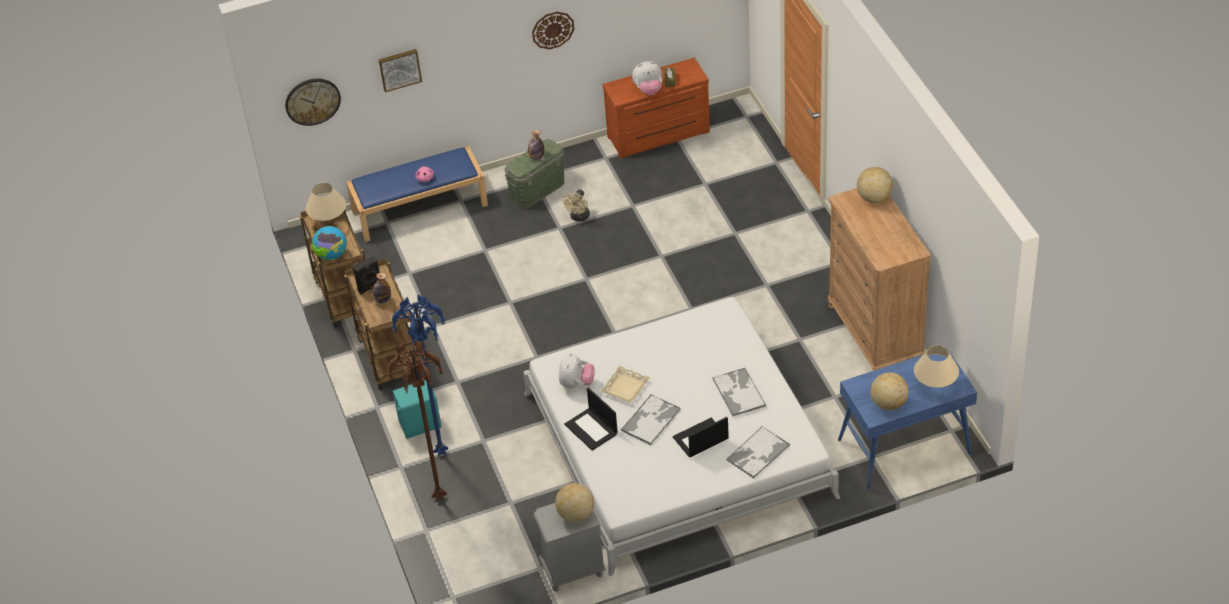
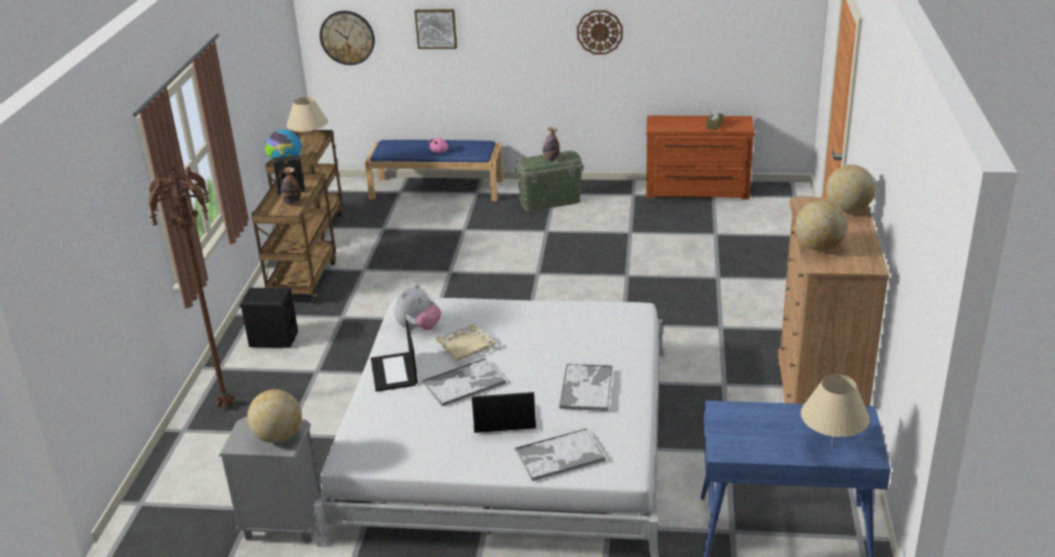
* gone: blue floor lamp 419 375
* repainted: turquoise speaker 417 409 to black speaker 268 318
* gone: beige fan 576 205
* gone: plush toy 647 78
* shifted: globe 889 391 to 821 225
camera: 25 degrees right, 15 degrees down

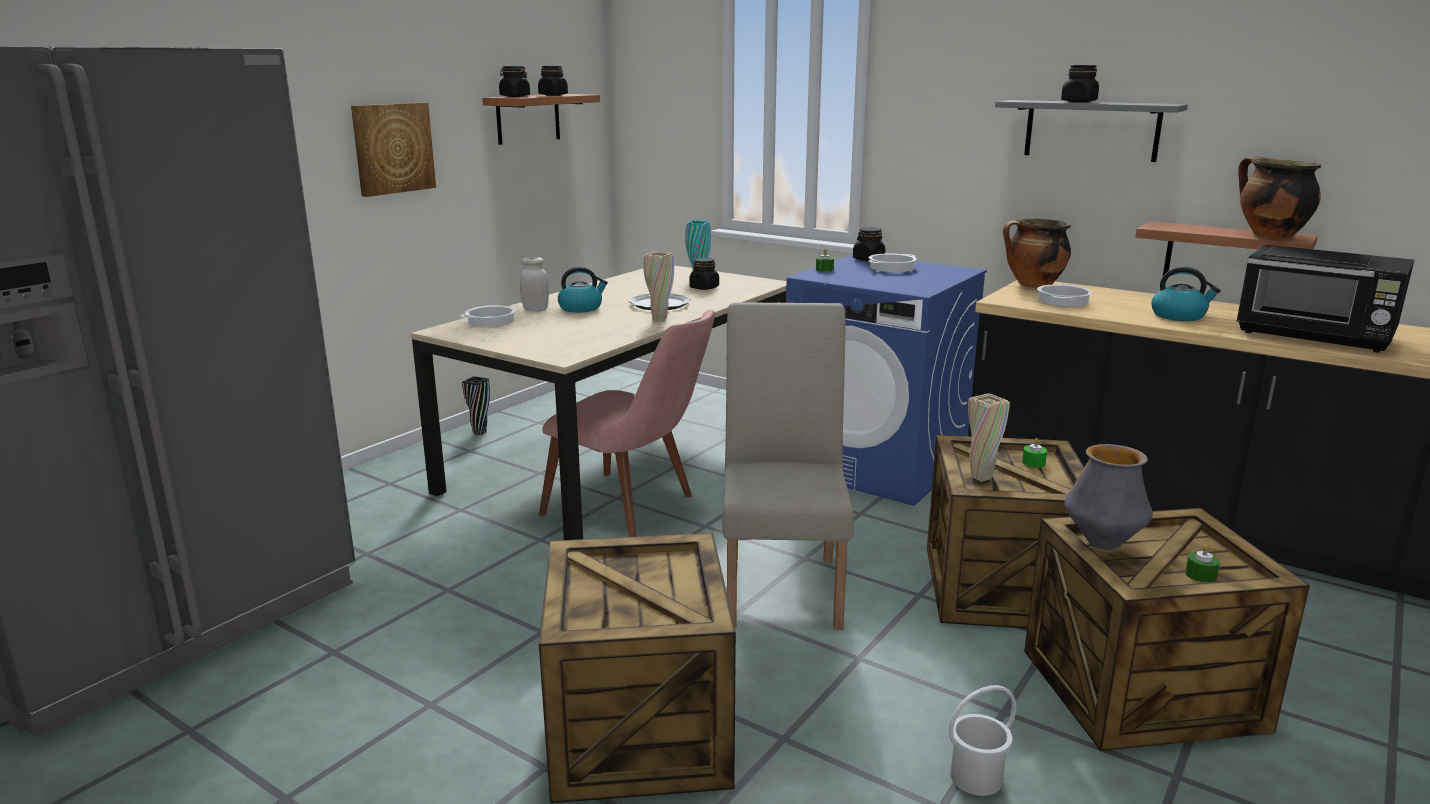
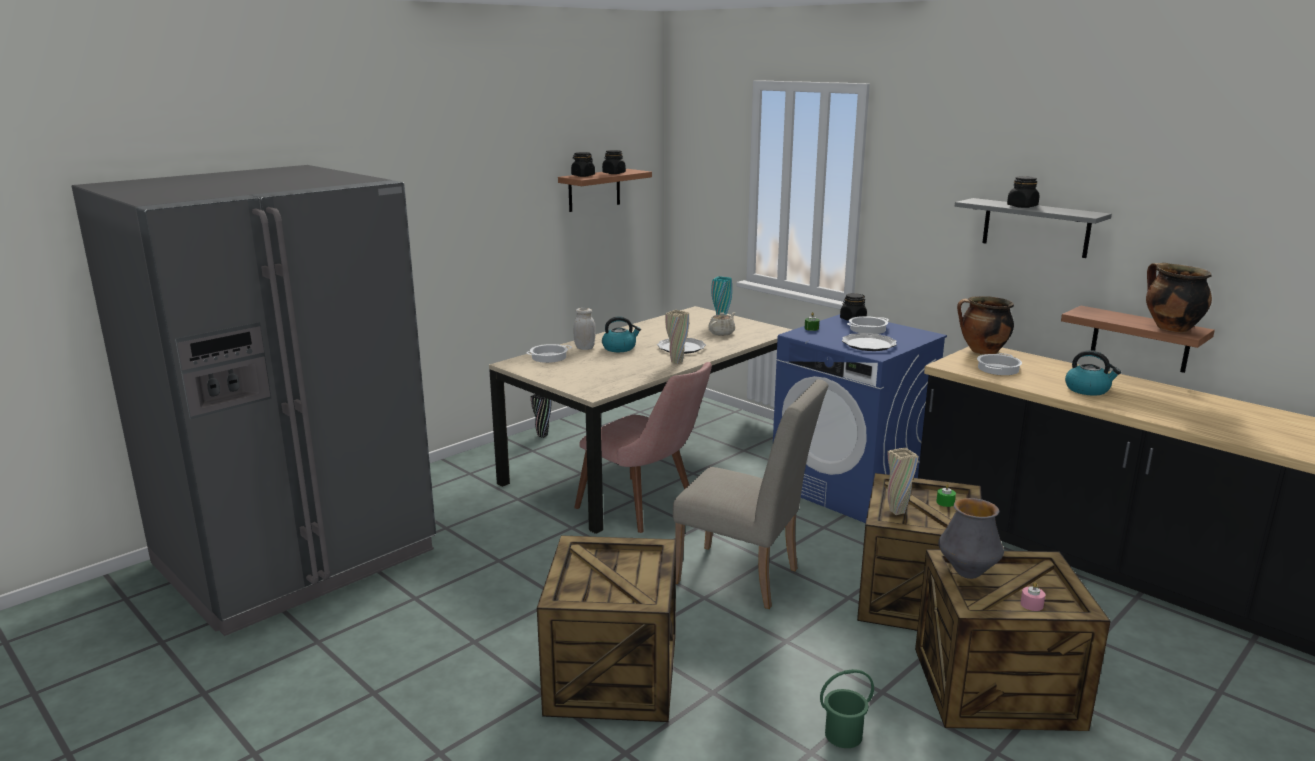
* gone: picture 393 149
* swapped: black jar 704 274 to beige teapot 721 324
* rotated: beige chair 788 466 = 750 494 105 degrees clockwise
* repainted: white bucket 982 740 to green bucket 847 708
* repainted: green candle 1202 564 to pink candle 1032 596
* gone: black microwave 1325 298
* new: plate 869 342
camera: 10 degrees right, 0 degrees up

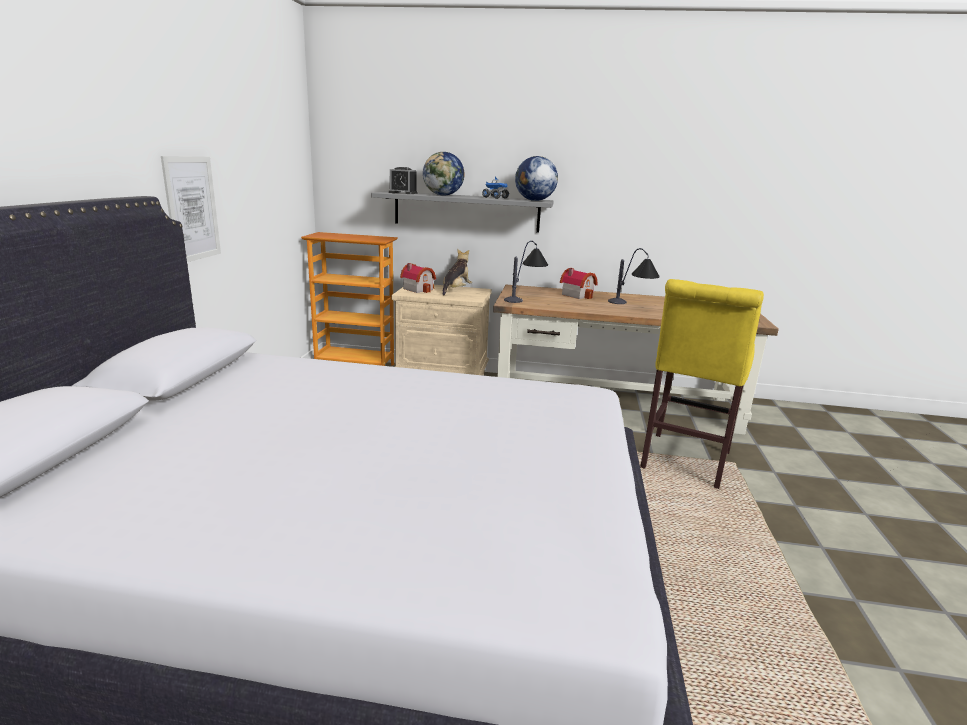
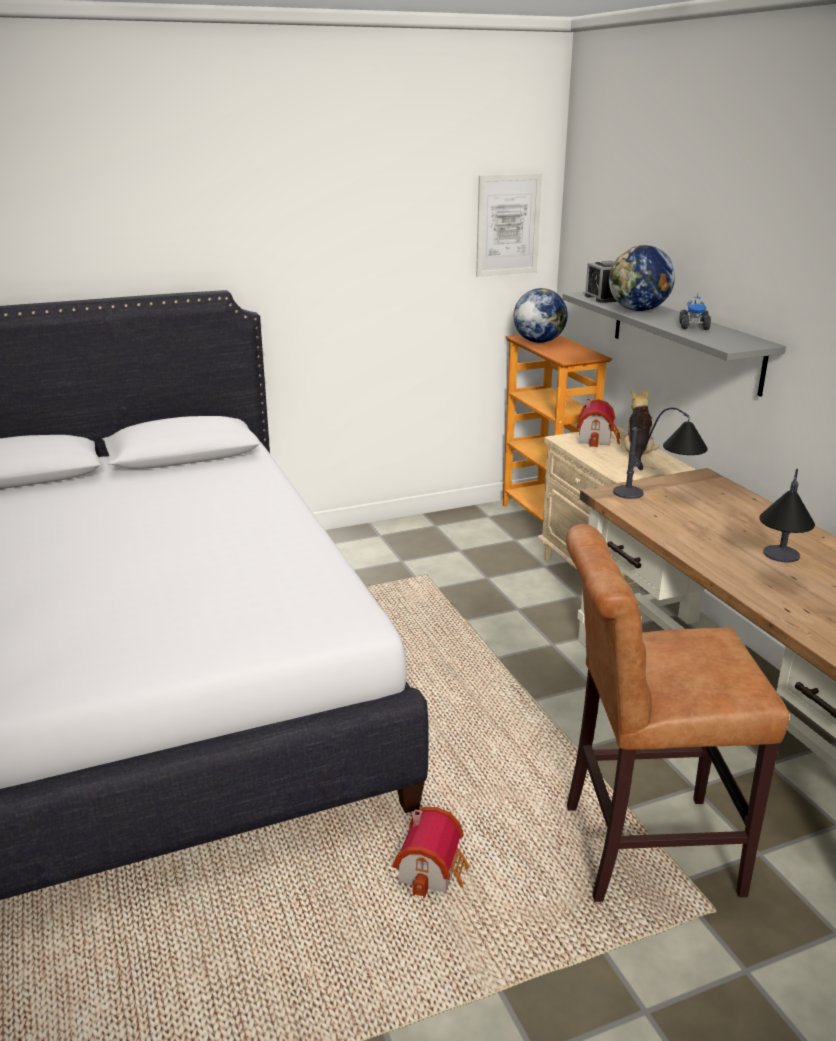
* shifted: picture 191 209 to 509 225
* rotated: plush toy 457 272 = 642 430 75 degrees counterclockwise
* shifted: globe 536 178 to 540 315
* shifted: toy house 579 283 to 431 852
* repainted: yellow stool 702 384 to brown stool 677 713
camera: 60 degrees right, 5 degrees up

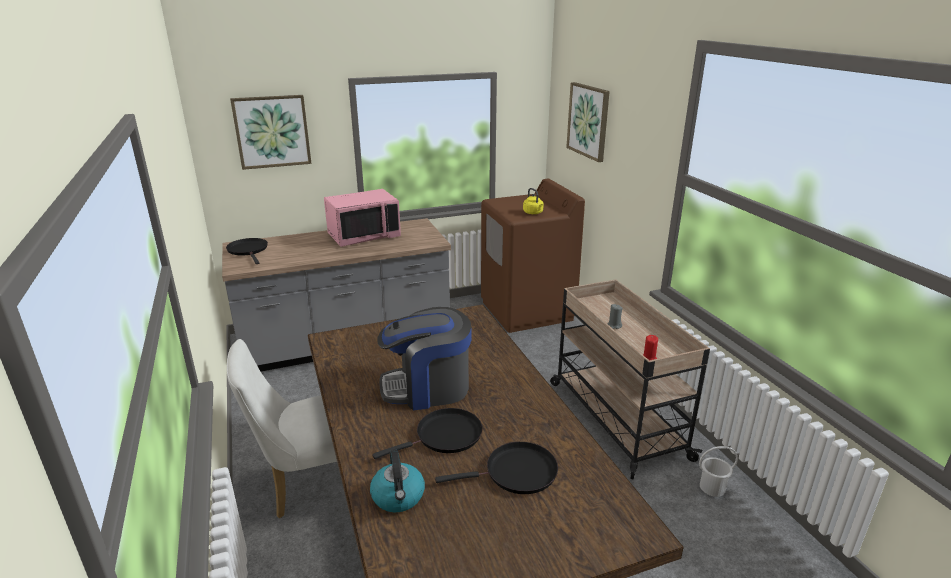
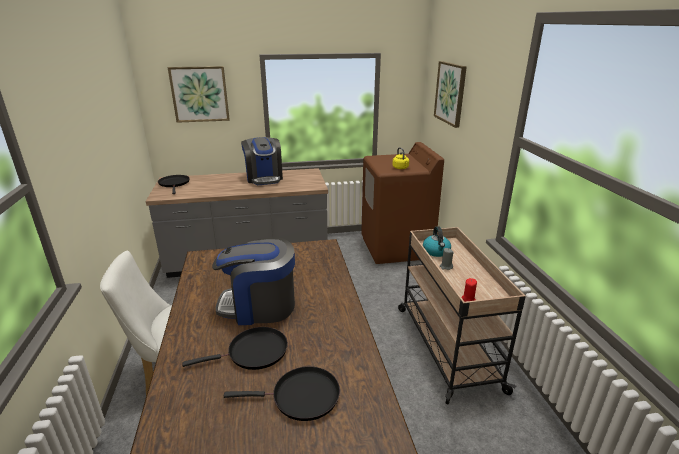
* swapped: pink microwave 362 218 to coffee machine 262 161
* shifted: kettle 397 481 to 437 241
* gone: white bucket 718 471
camera: 10 degrees right, 0 degrees up

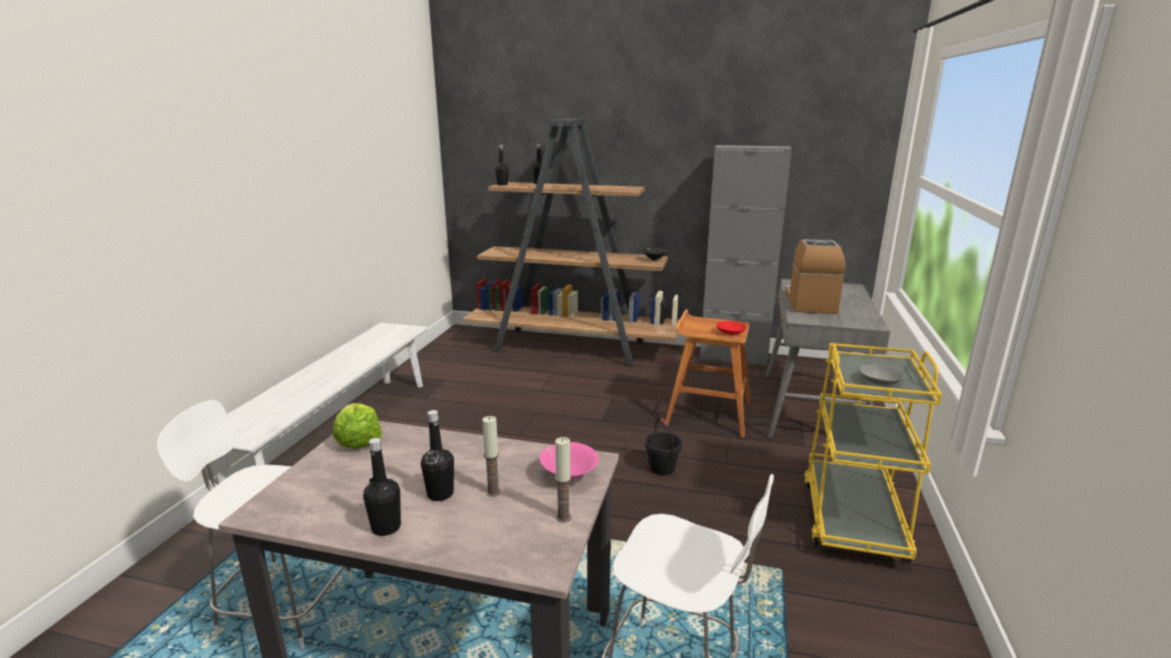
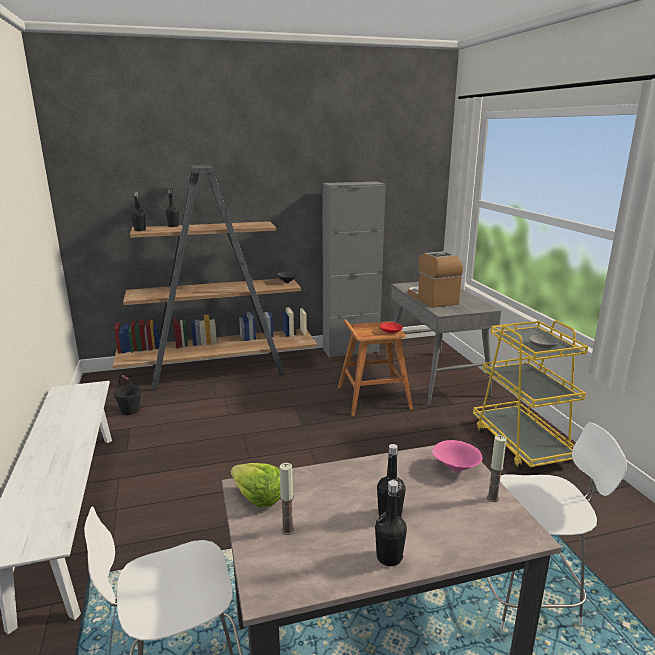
* shifted: candle 491 456 to 286 499
* shifted: black bucket 663 446 to 127 395
camera: 30 degrees left, 0 degrees up

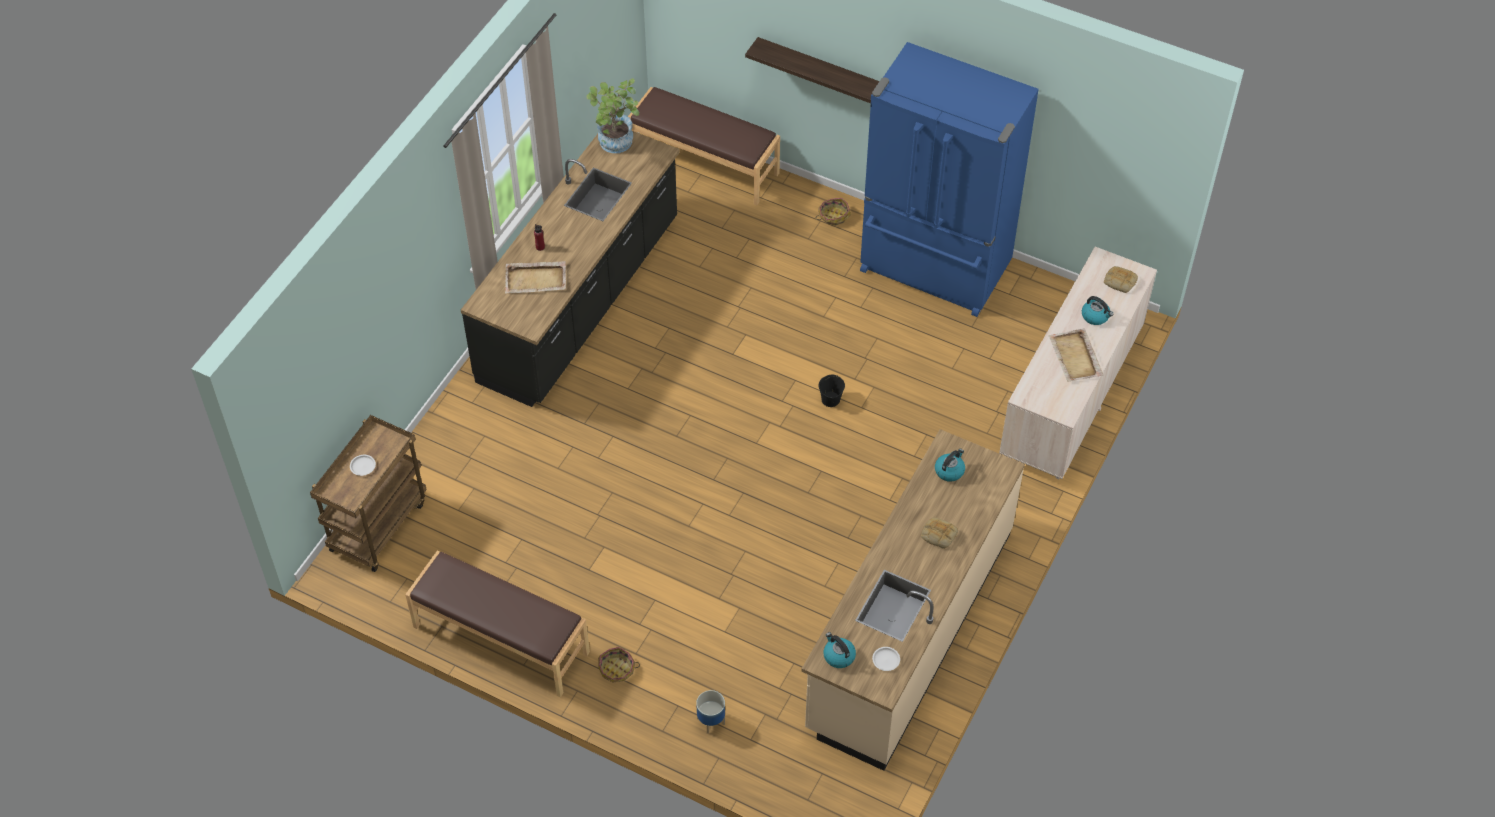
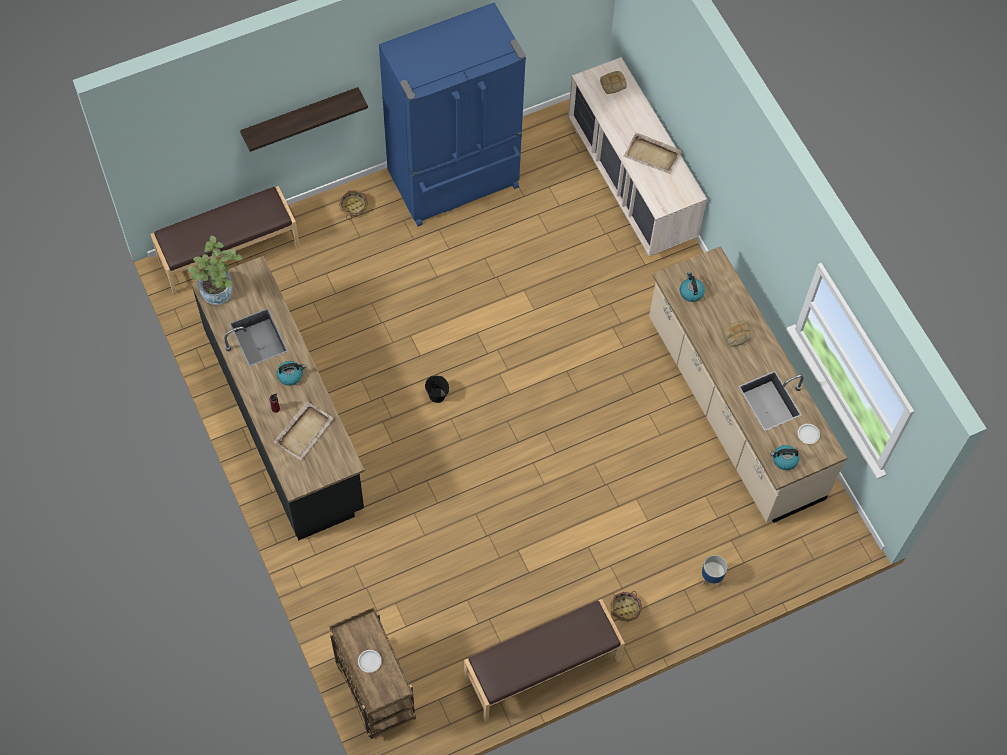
* shifted: black bucket 831 390 to 437 389
* shifted: kettle 1097 310 to 291 373
camera: 55 degrees left, 10 degrees up

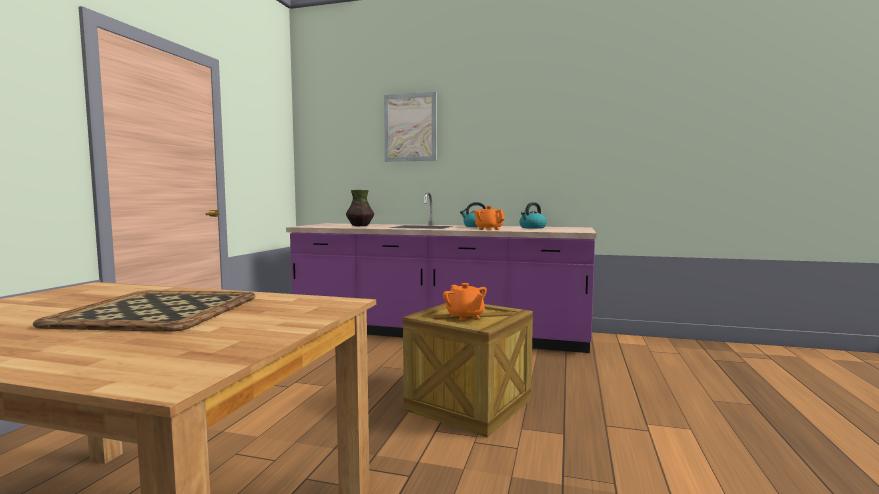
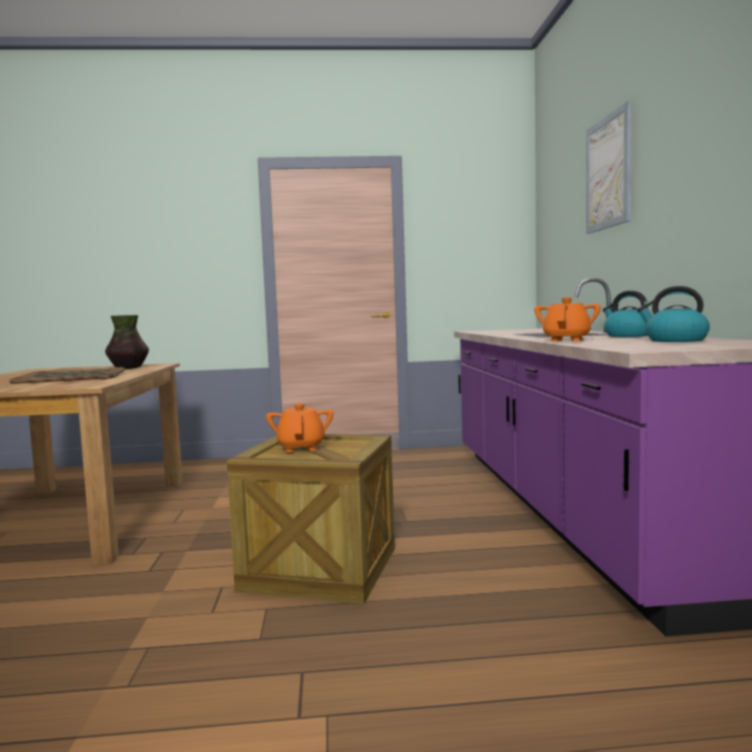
* shifted: vase 360 208 to 127 342
* rotated: orange teapot 465 302 = 299 427 135 degrees clockwise
camera: 70 degrees right, 0 degrees up

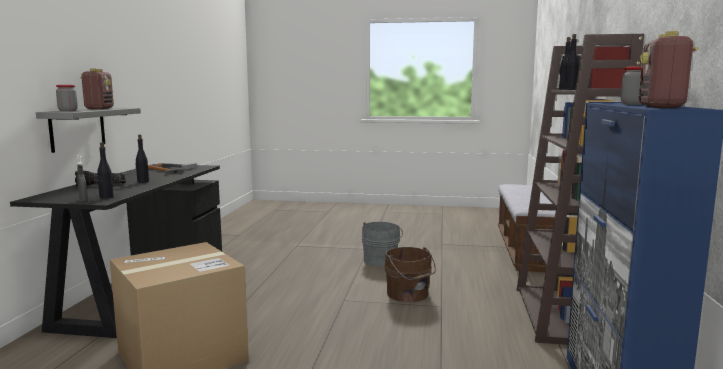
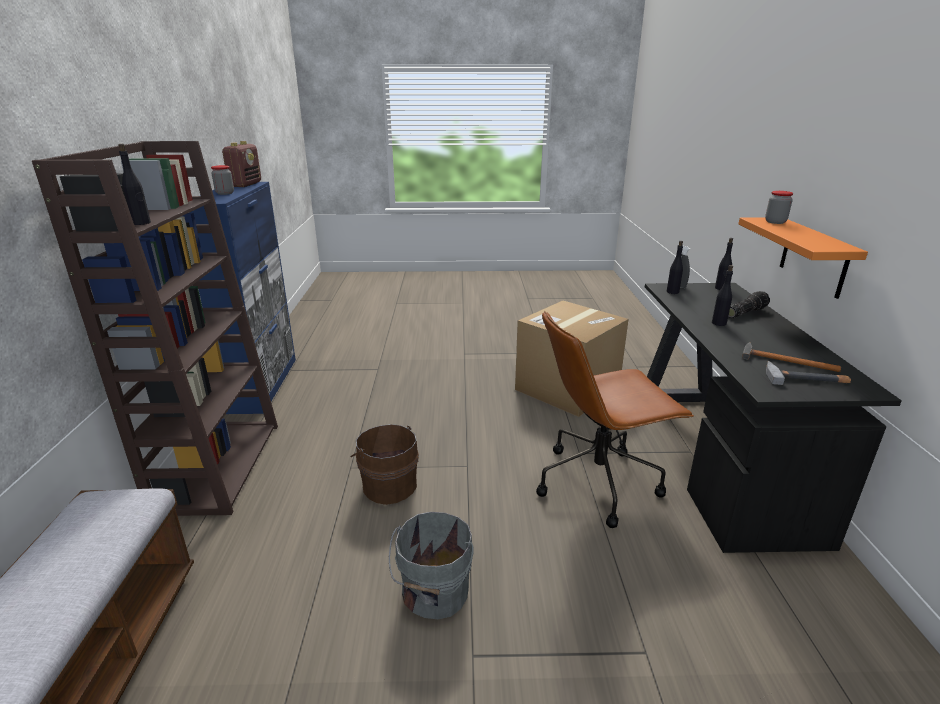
* repainted: grey shelf 88 130 to orange shelf 803 258
* gone: radio 97 89
* shifted: black bottle 571 62 to 724 264
* new: brown office chair 615 419
camera: 170 degrees right, 15 degrees up

